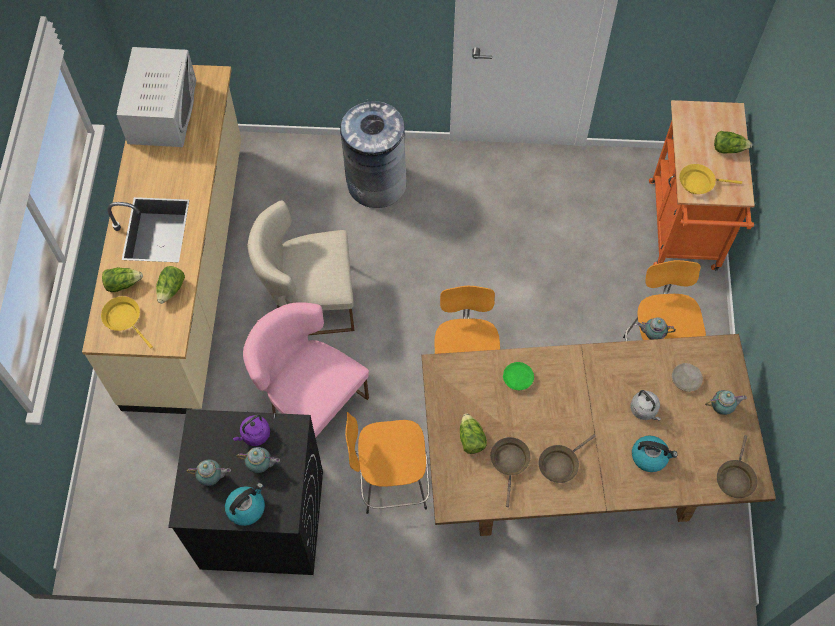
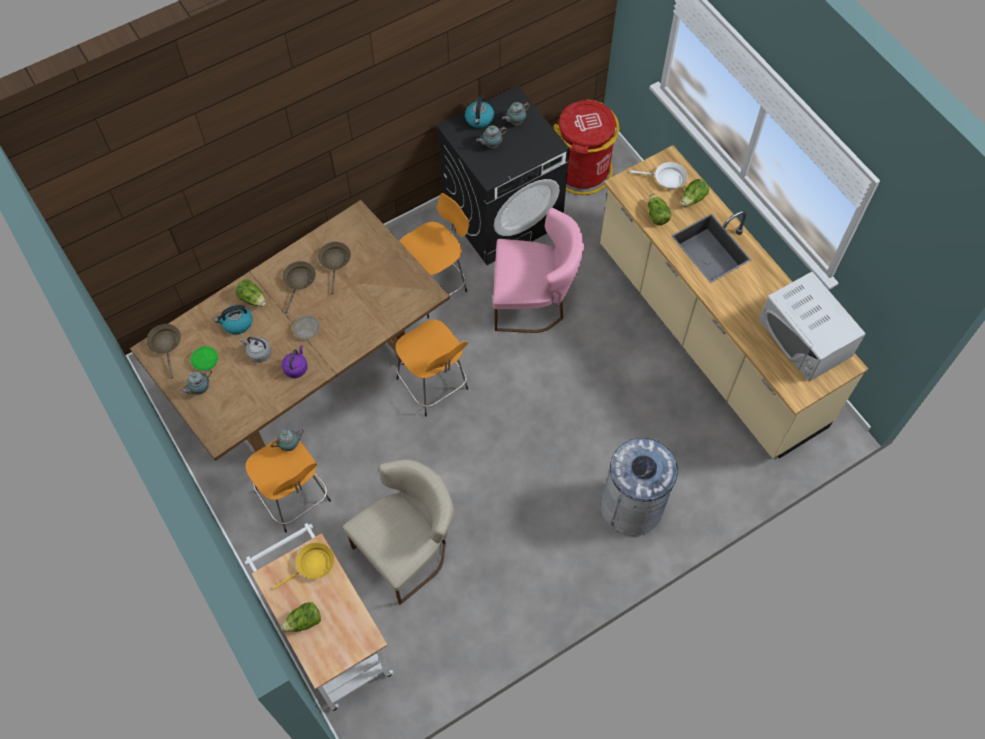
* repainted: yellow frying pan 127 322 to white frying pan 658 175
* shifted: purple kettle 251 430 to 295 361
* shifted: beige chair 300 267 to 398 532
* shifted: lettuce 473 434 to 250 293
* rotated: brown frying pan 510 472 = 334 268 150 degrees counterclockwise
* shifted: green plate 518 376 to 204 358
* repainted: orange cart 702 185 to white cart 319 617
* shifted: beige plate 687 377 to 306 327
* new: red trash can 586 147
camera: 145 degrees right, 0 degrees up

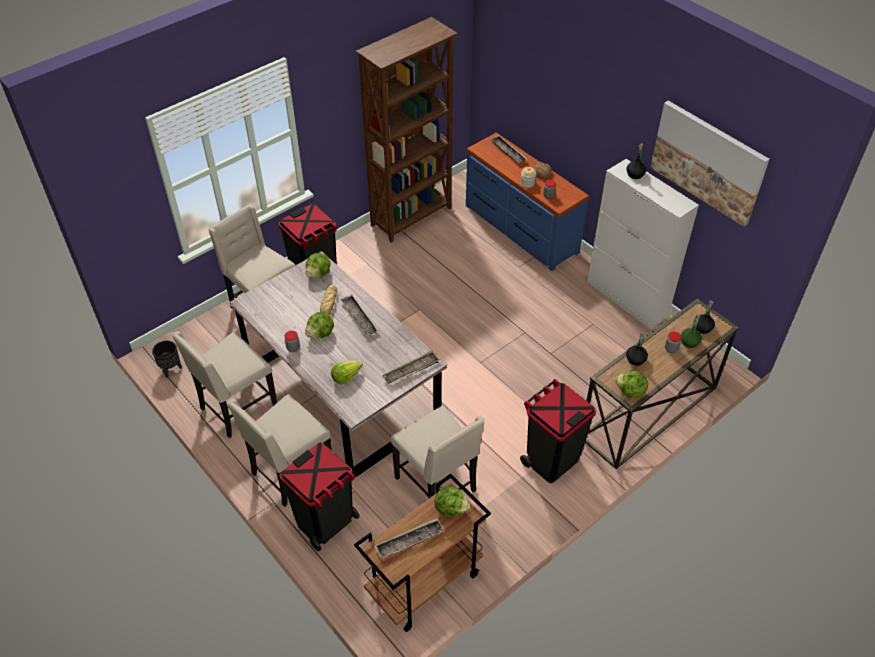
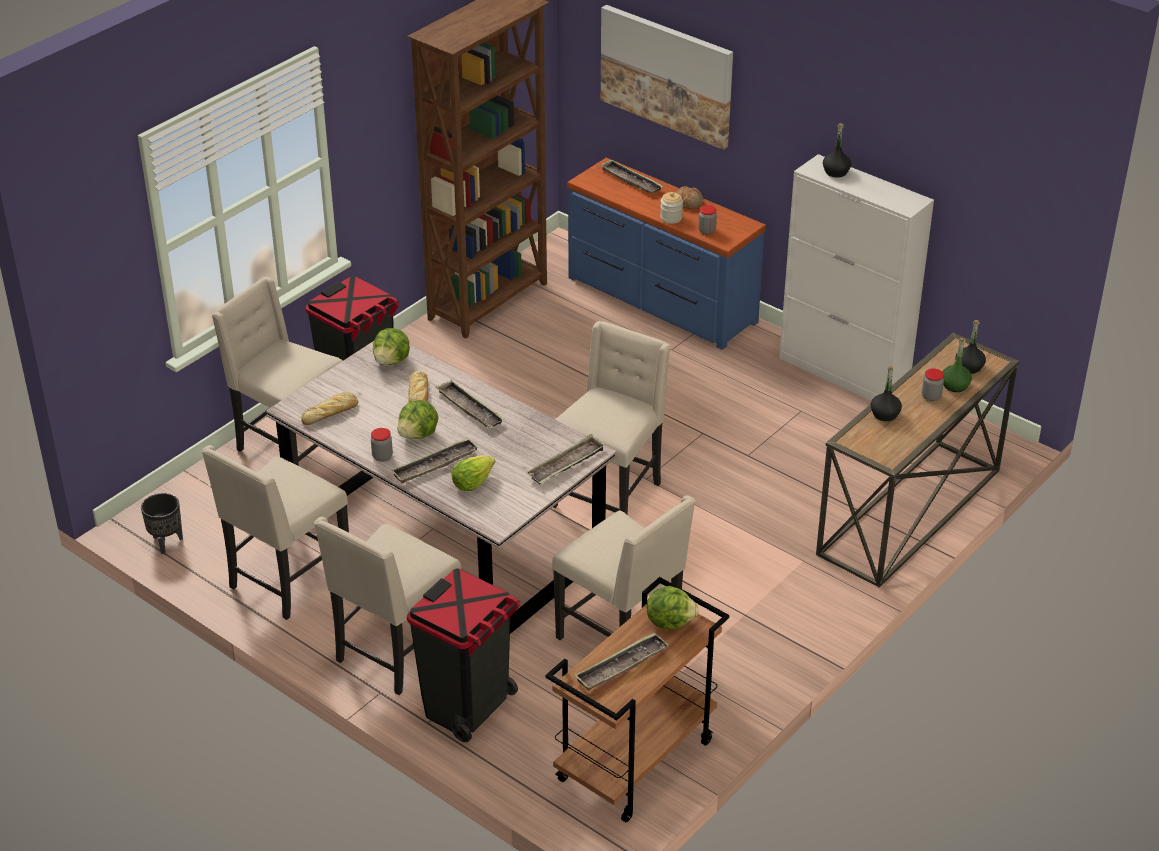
* gone: black trash can 558 431
* gone: lettuce 631 384
* shifted: picture 710 163 to 667 77
* new: bread 329 408
* new: tray 434 460
* new: beige chair 612 418
camera: 10 degrees left, 10 degrees down

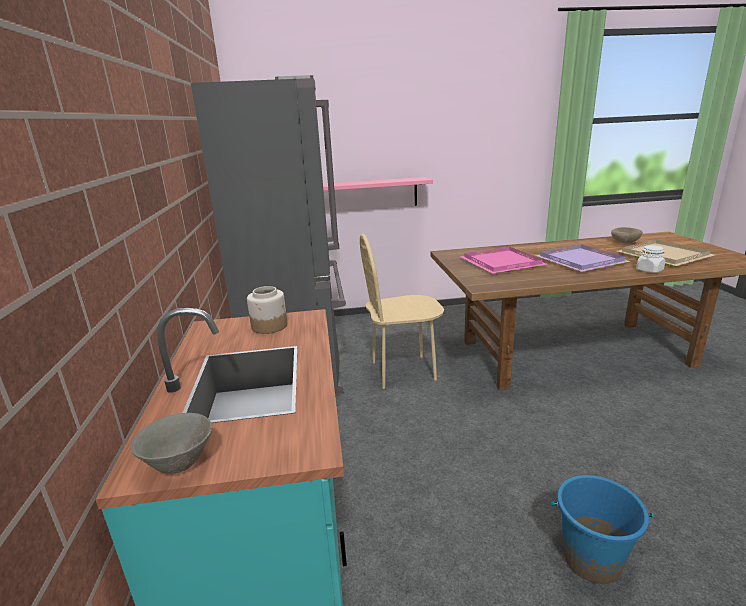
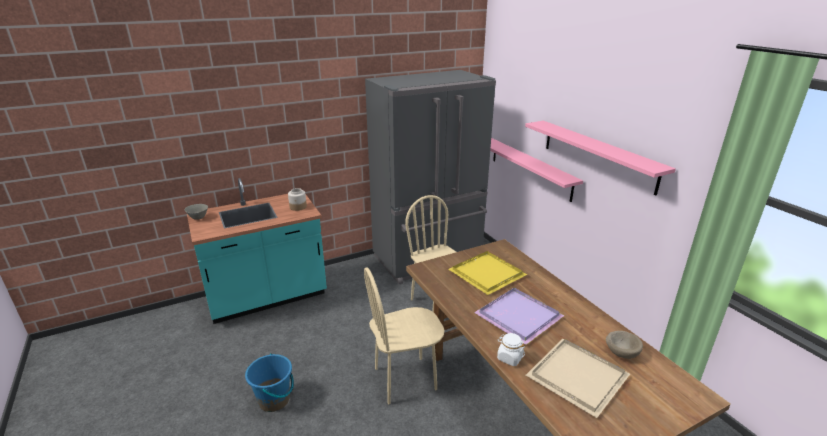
* repainted: pink tray 504 260 to yellow tray 487 273
* new: beige chair 404 336
* new: pink shelf 600 158
camera: 70 degrees right, 5 degrees up

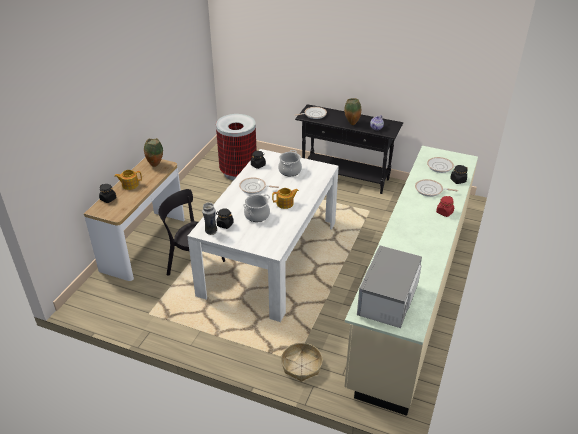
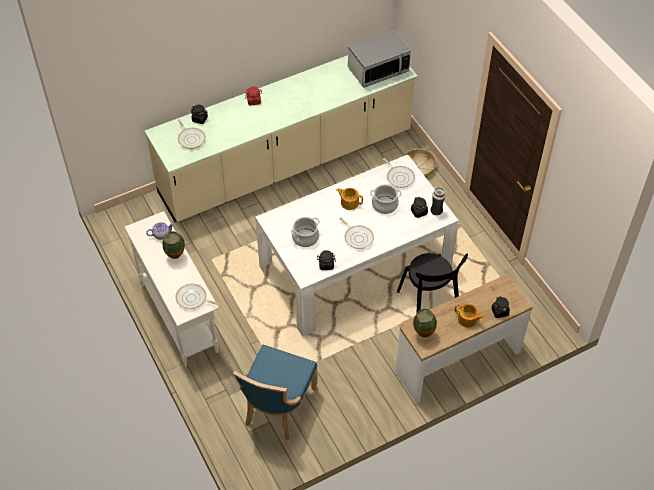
* swapped: trash can 236 147 to blue chair 275 392
* repainted: black console table 349 149 to white console table 171 289
* shifted: frying pan 436 188 to 399 173
camera: 140 degrees left, 15 degrees up

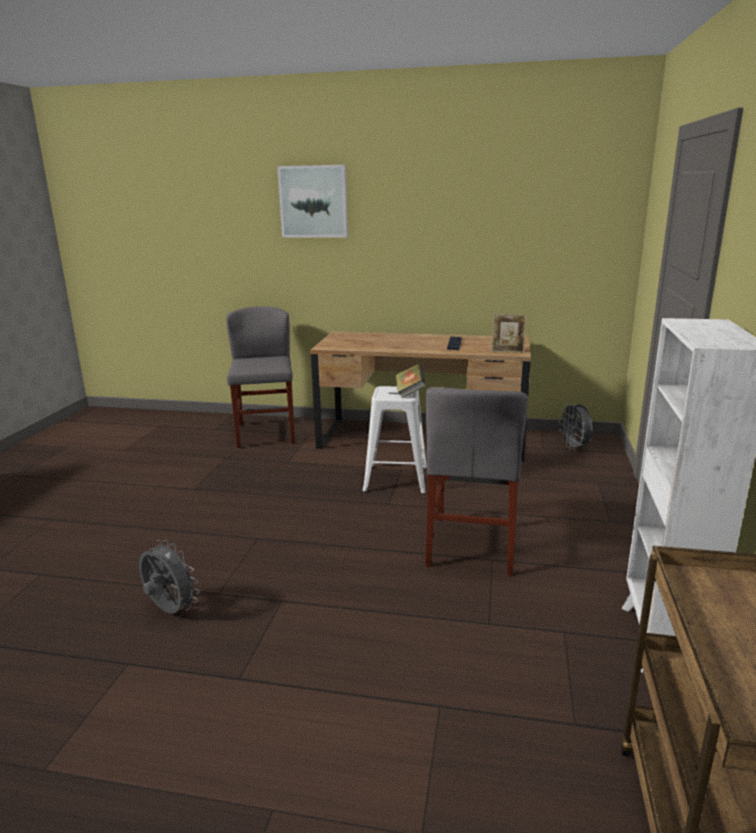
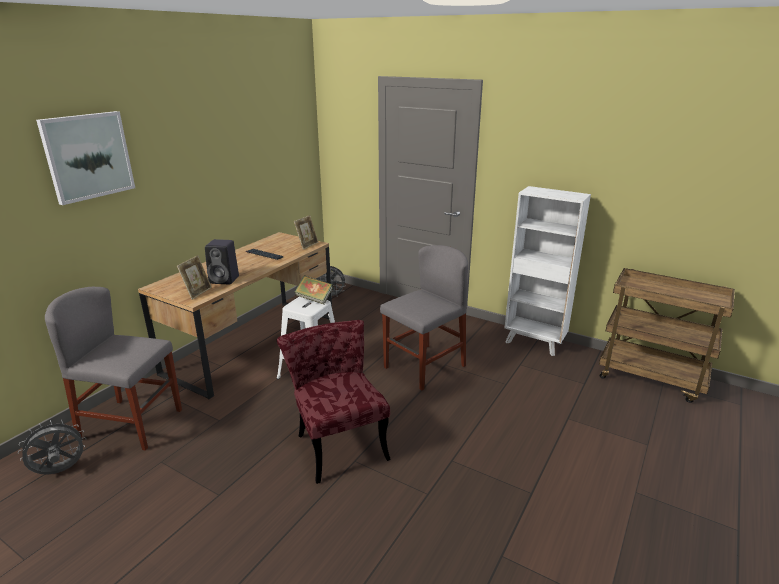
* shifted: grey fan 169 577 to 52 446
* rotated: grey chair 476 481 = 424 317 75 degrees counterclockwise
* new: picture frame 194 277
* new: black speaker 222 262
* new: red chair 334 402
camera: 70 degrees left, 5 degrees up

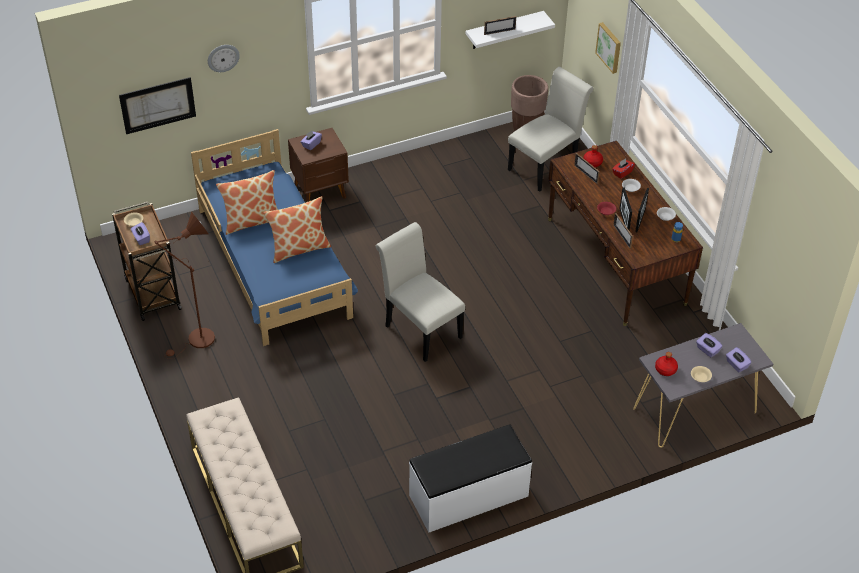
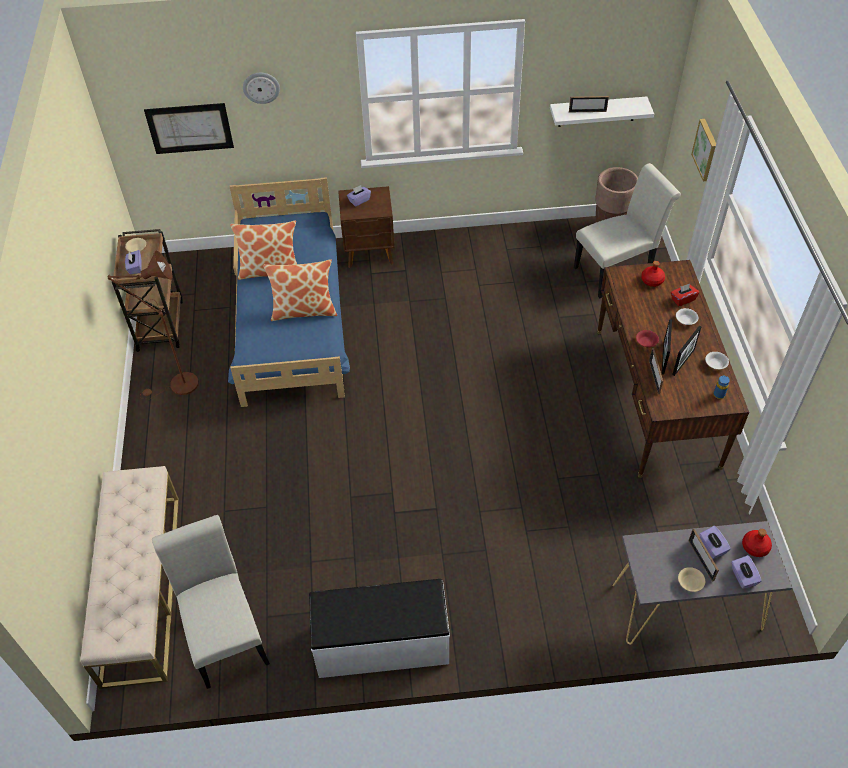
* shifted: white chair 420 292 to 211 602
* shifted: picture frame 587 168 to 703 555
* shifted: red bottle 666 364 to 757 543
camera: 20 degrees right, 5 degrees up

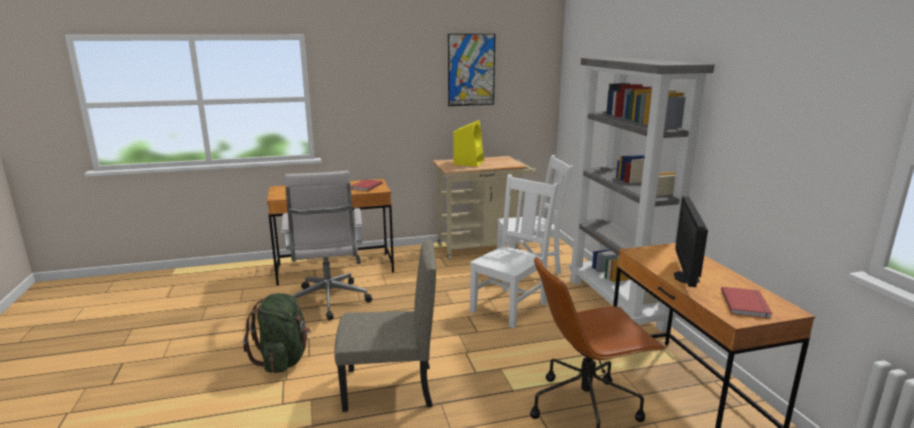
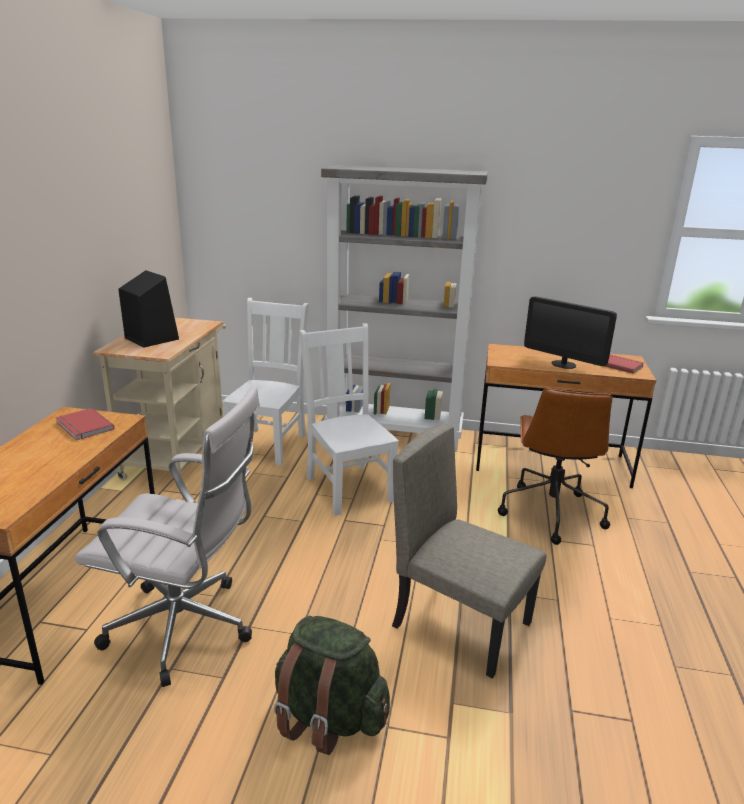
* rotated: beige chair 385 325 = 469 551 75 degrees counterclockwise
* gone: picture 472 70
* repainted: yellow speaker 468 143 to black speaker 148 308
camera: 65 degrees left, 5 degrees up

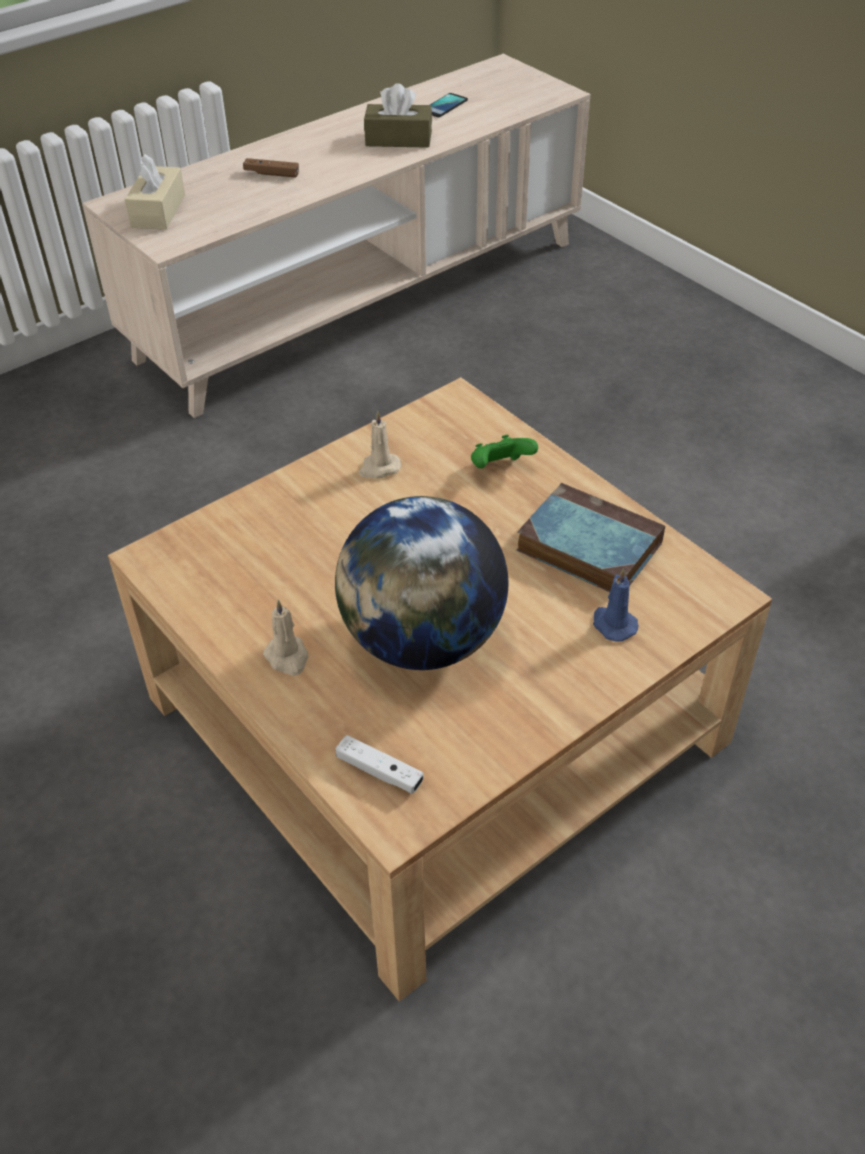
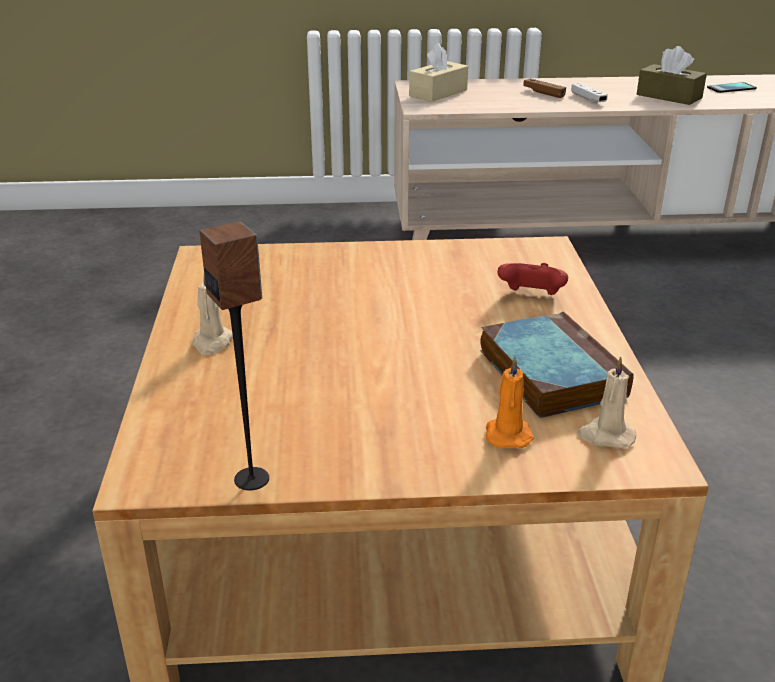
* gone: globe 421 583
* shifted: white game controller 379 764 to 589 92
* shifted: beige candle 380 444 to 606 402
* repainted: green game controller 504 451 to red game controller 532 279
* repainted: blue candle 616 605 to orange candle 510 402
* new: speaker 234 356
camera: 35 degrees right, 15 degrees down

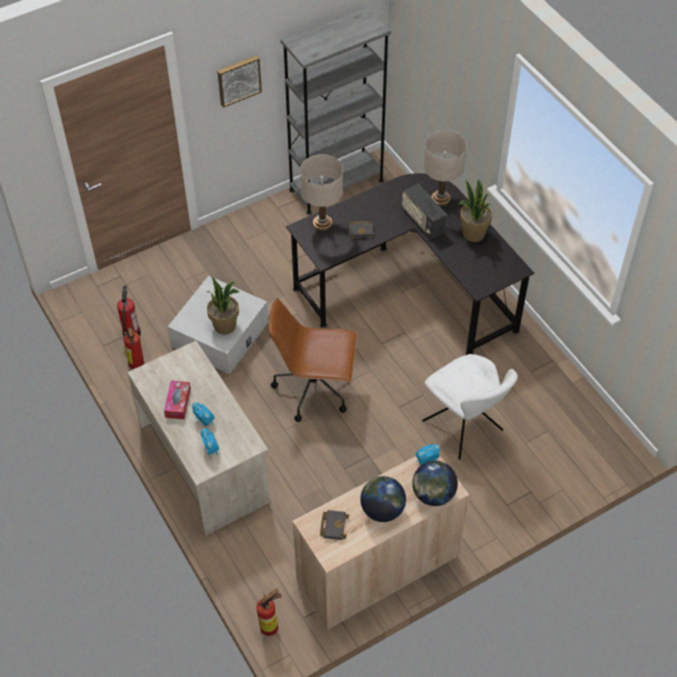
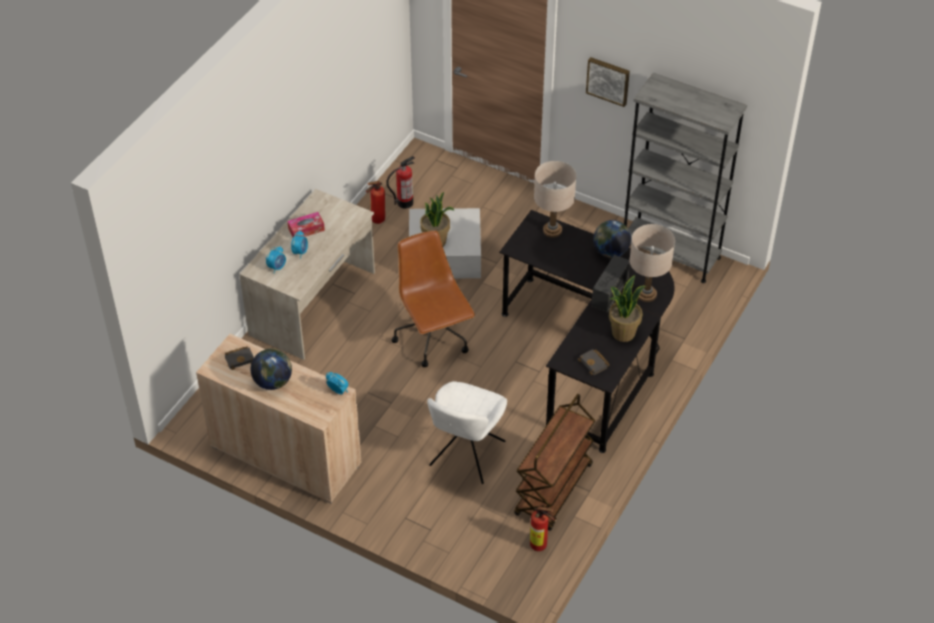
* shifted: fire extinguisher 269 612 to 542 528
* shifted: black book 361 230 to 594 362
* shifted: globe 435 483 to 612 239
* new: brown cart 554 462
camera: 60 degrees right, 5 degrees down

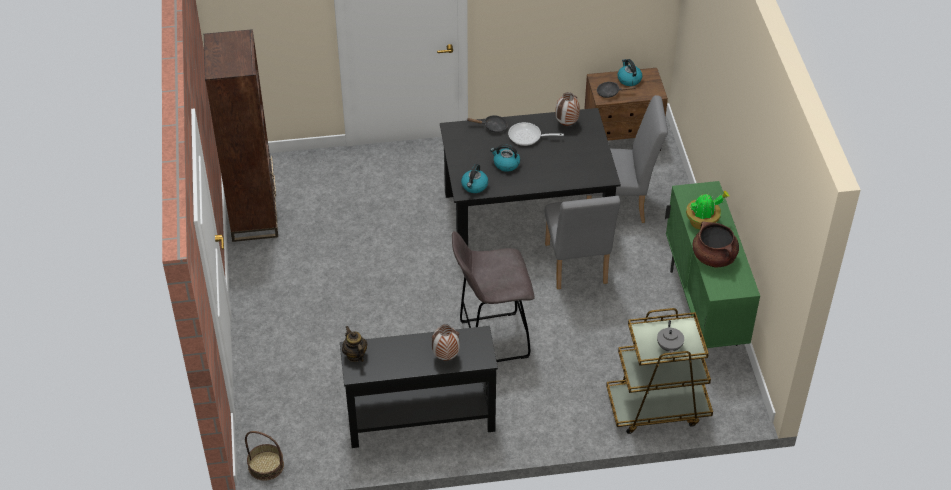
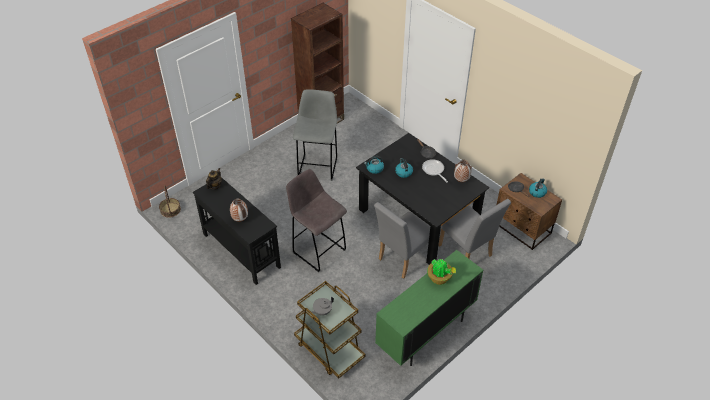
* gone: brown cooking pot 716 244
* new: grey stool 315 135
camera: 55 degrees right, 0 degrees up

